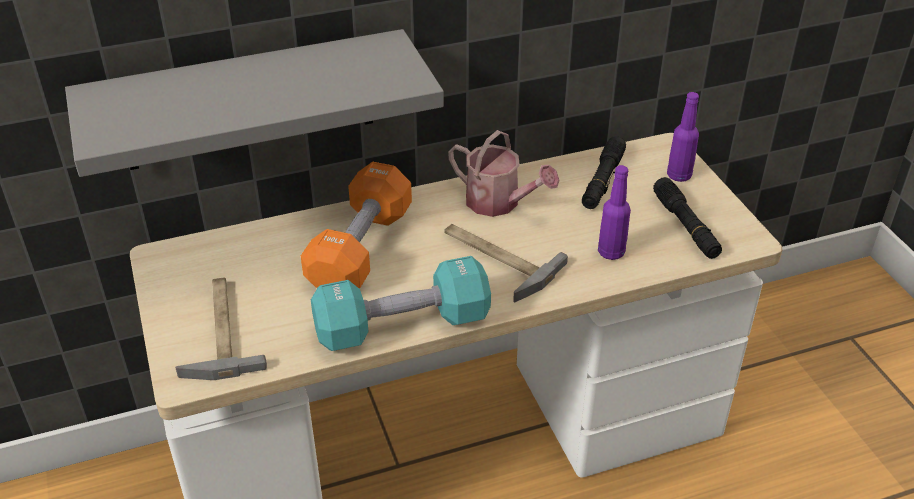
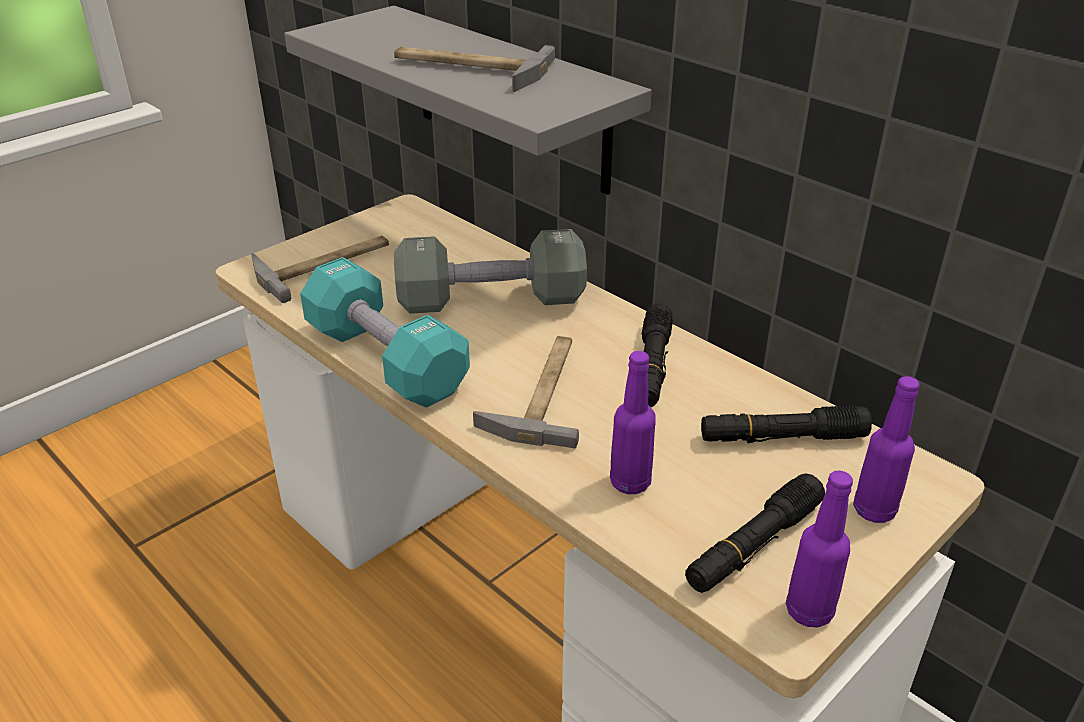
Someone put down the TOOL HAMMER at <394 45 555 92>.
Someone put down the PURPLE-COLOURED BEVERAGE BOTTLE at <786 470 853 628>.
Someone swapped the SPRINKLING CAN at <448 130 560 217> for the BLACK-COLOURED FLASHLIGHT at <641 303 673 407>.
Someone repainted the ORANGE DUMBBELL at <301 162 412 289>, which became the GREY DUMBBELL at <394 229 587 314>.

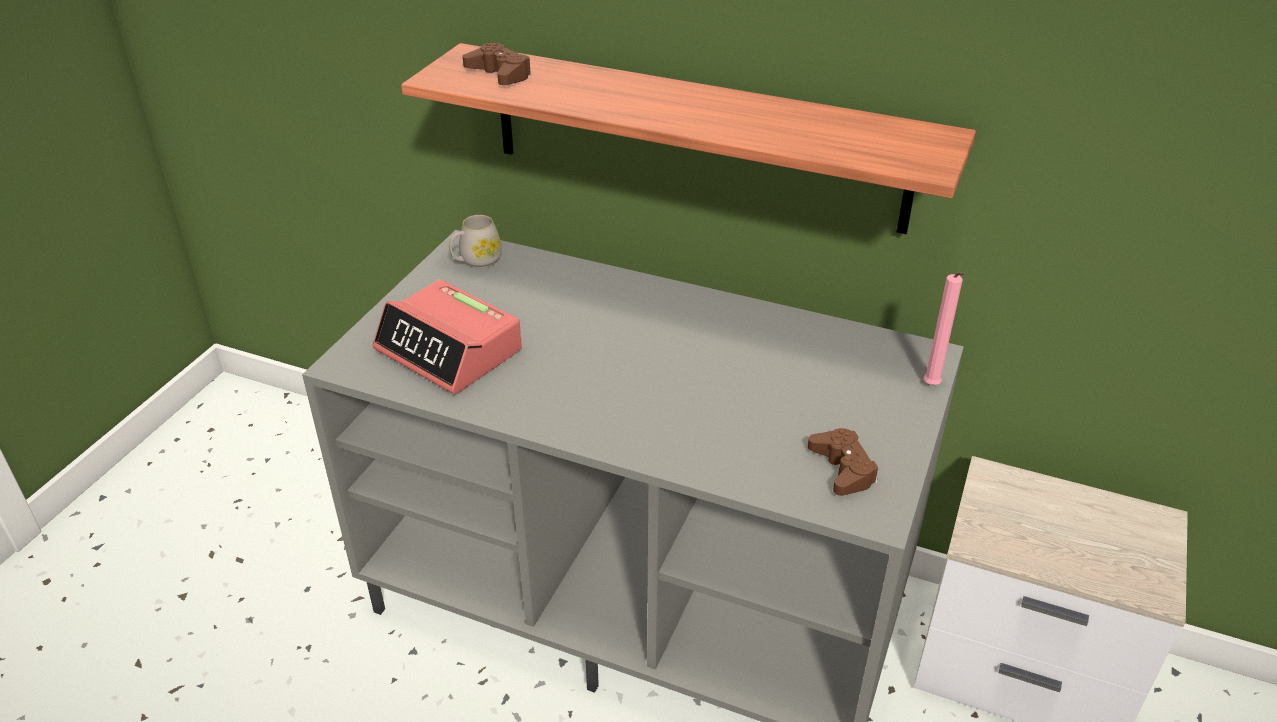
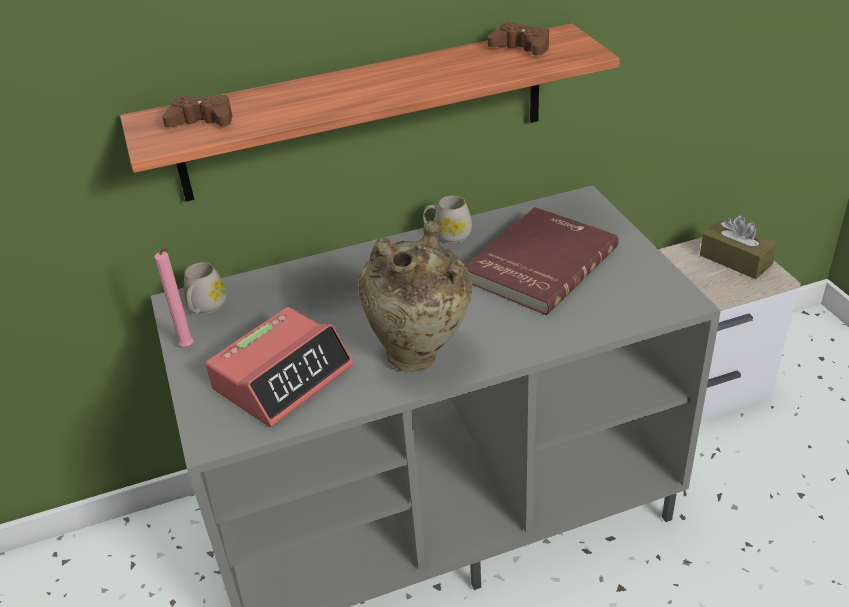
Someone put down the BEIGE VASE at <358 220 472 372>.
Someone put down the WHITISH MUG at <423 196 472 243>.
Someone put down the RED-COLOURED VOLUME at <465 207 619 315>.
Someone put down the BROWNISH TISSUE HOLDER at <700 215 778 279>.
Someone carried the BROWNISH GAMEPAD from <808 428 878 496> to <488 22 549 56>.
Someone carried the PINKISH WAX LIGHT from <924 272 965 385> to <154 248 194 347>.
Someone rotated the TABLE CLOCK at <373 279 522 394> by 45 degrees counterclockwise.

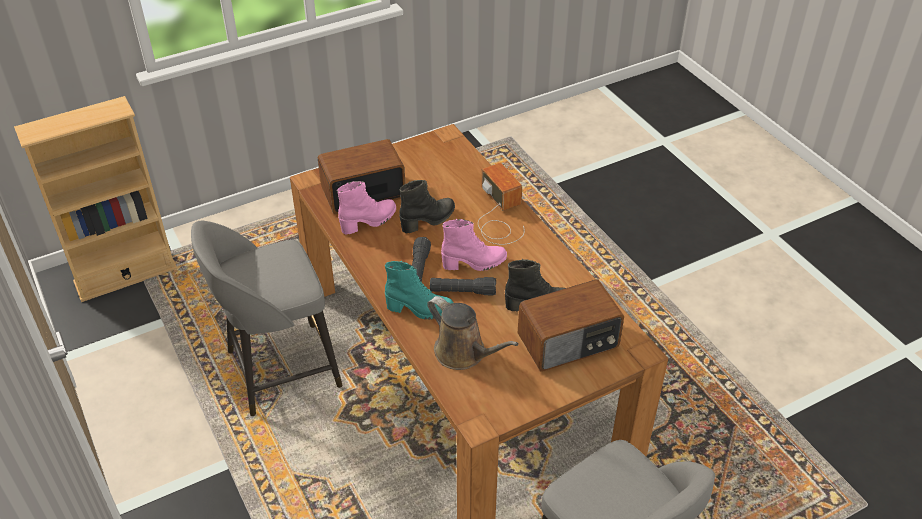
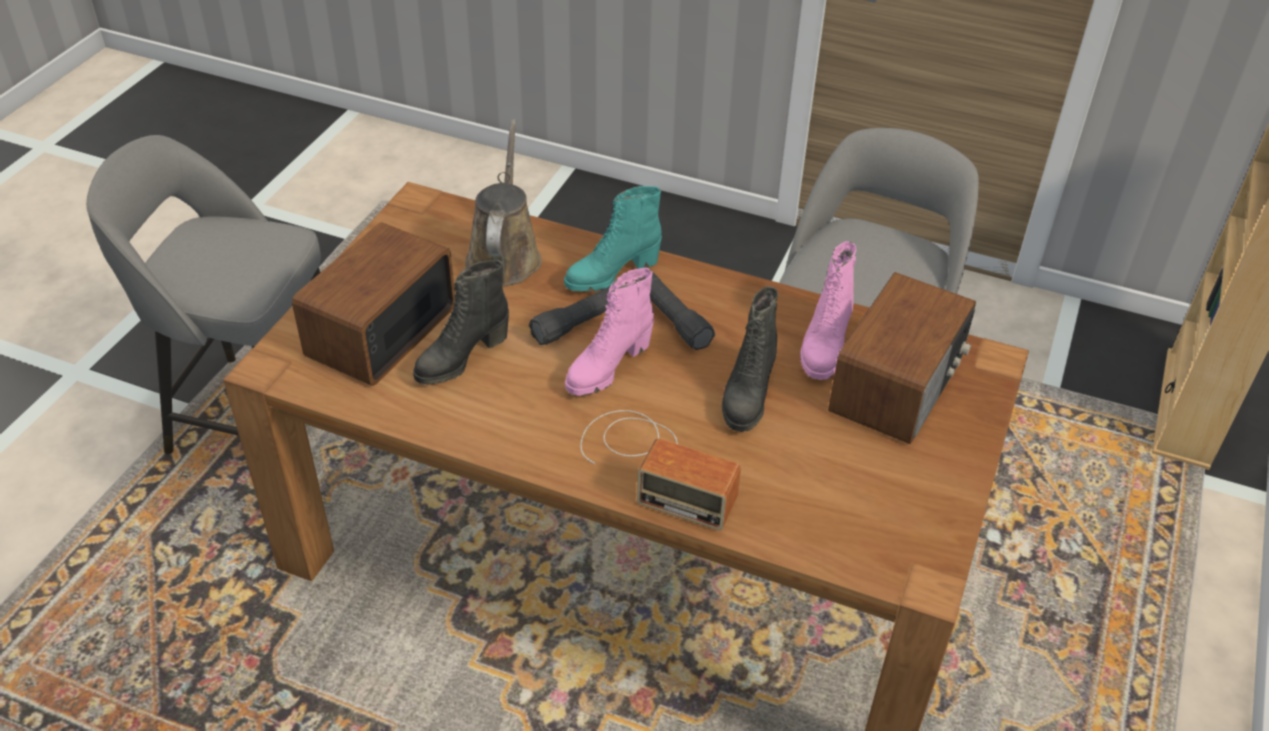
Someone rotated the BROWNISH SPRINKLING CAN at <427 296 519 370> by 90 degrees clockwise.

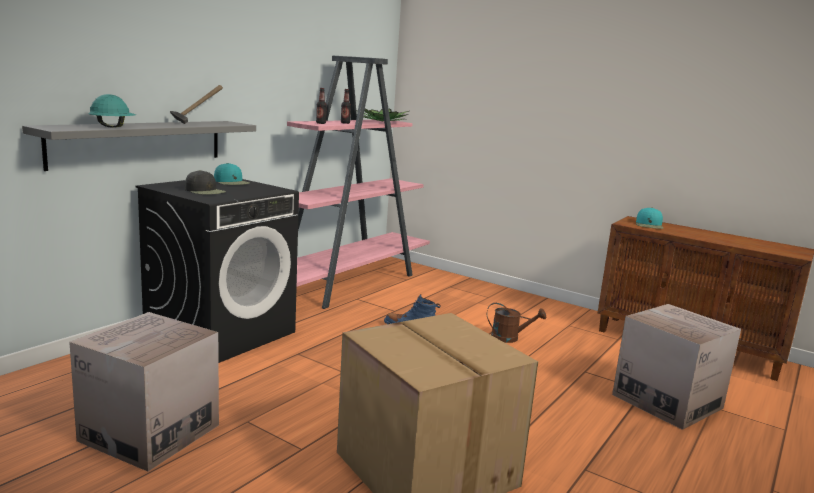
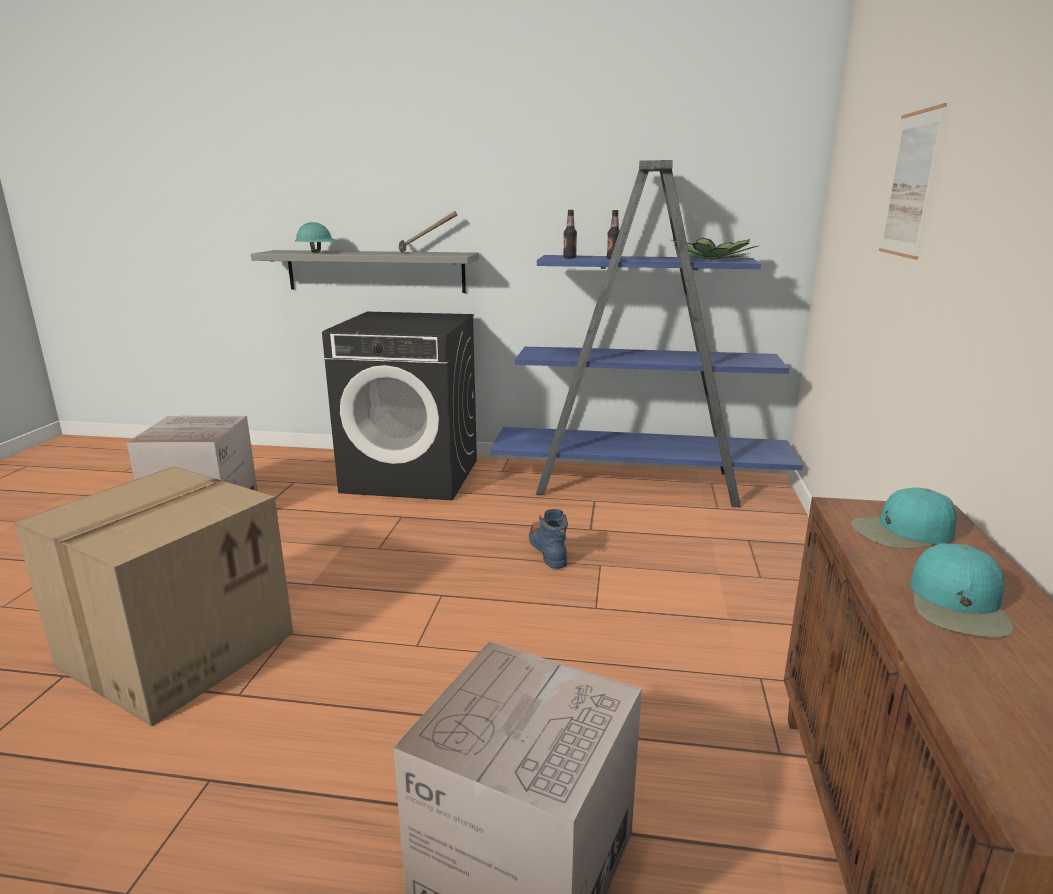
Someone took away the BLACK-COLOURED BASEBALL CAP at <185 170 226 195>.
Someone took away the BROWNISH SPRINKLING CAN at <487 303 546 343>.
Someone put up the WALL PICTURE at <879 103 947 260>.
Someone carried the TURQUOISE-COLOURED BASEBALL CAP from <214 163 250 185> to <910 543 1014 637>.
Someone repainted the PINKISH BOOKCASE at <287 56 430 309>, which became the BLUISH BOOKCASE at <490 160 803 507>.

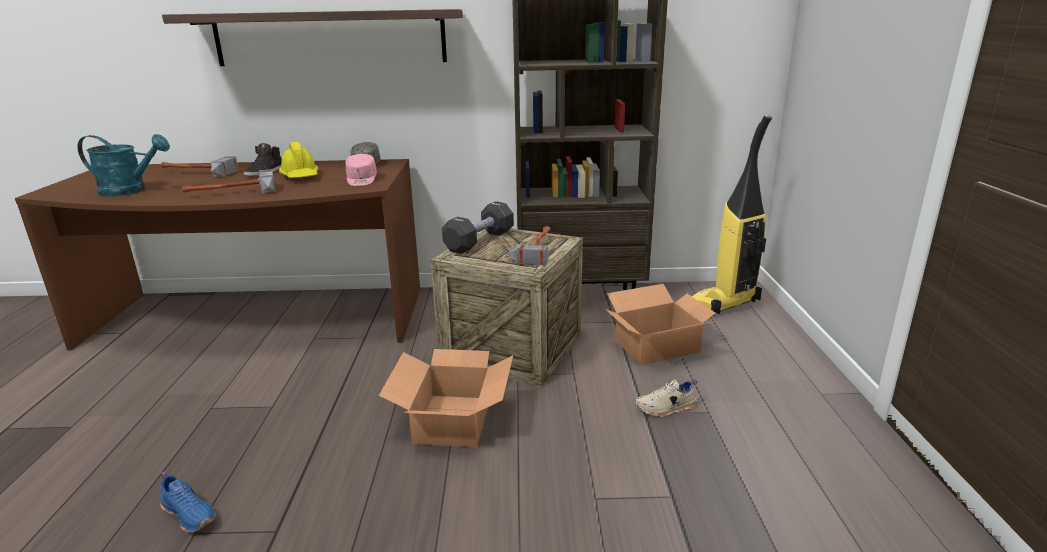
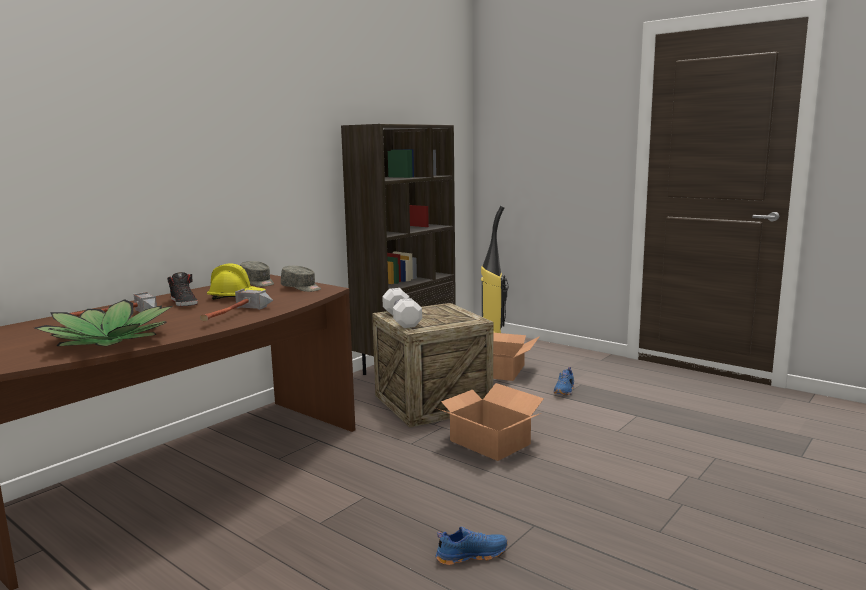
Someone took away the SHELF at <162 9 463 66>.
Someone took away the TOOL HAMMER at <507 226 551 267>.
Someone swapped the TURQUOISE-COLOURED SPRINKLING CAN at <78 134 170 197> for the PLANT IN A POT at <35 299 173 346>.
Someone repainted the PINKISH BASEBALL CAP at <346 154 377 186>, which became the GREY BASEBALL CAP at <281 266 321 292>.
Someone repainted the BLACK-COLOURED DUMBBELL at <442 201 514 254>, which became the WHITISH DUMBBELL at <382 288 422 328>.
Someone repainted the BEIGE LOW SHOE at <635 379 697 418>, which became the BLUISH LOW SHOE at <553 367 574 395>.

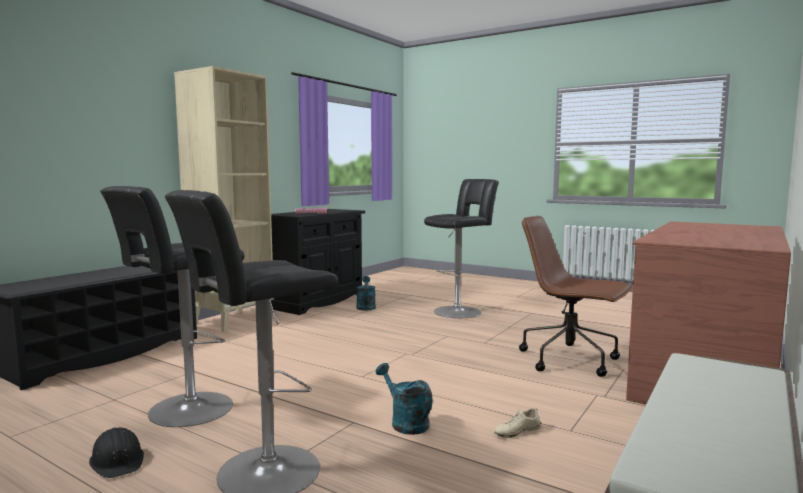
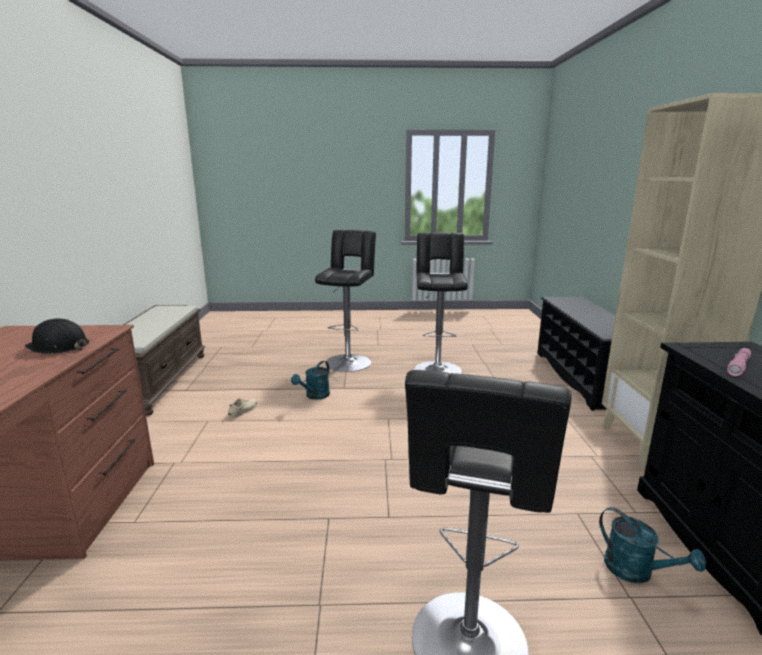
Someone took away the BROWNISH COMPUTER CHAIR at <519 216 633 377>.
Someone carried the BLACK-COLOURED WORK HELMET from <89 427 144 478> to <25 318 89 354>.
Someone rotated the TURQUOISE-COLOURED SPRINKLING CAN at <376 363 433 435> by 105 degrees clockwise.

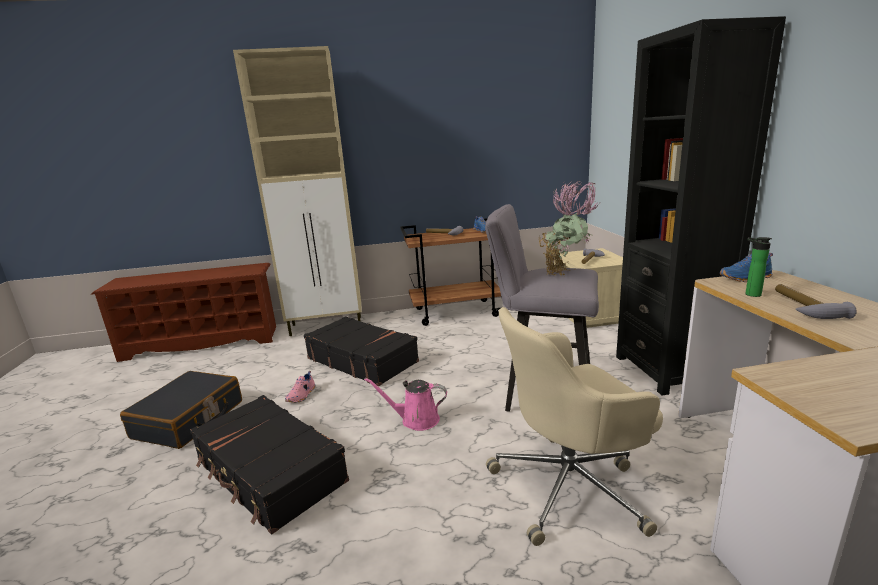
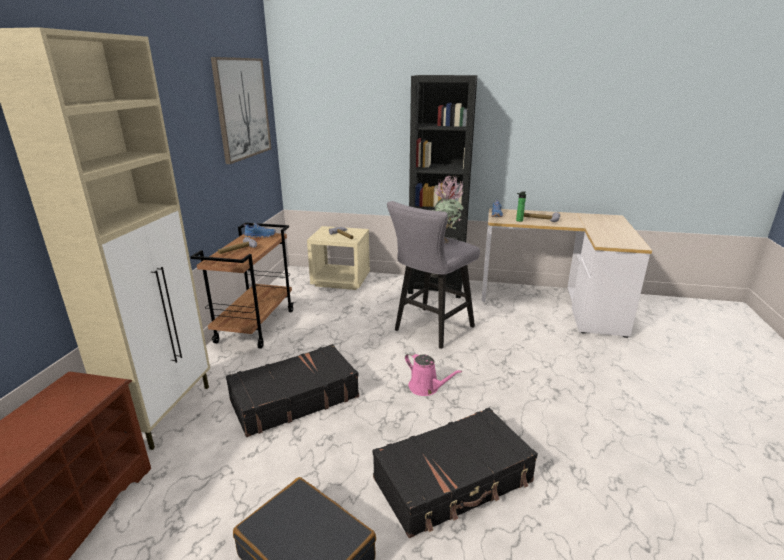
Someone took away the PINKISH LOW SHOE at <285 371 315 403>.
Someone took away the BEIGE COMPUTER CHAIR at <486 307 663 546>.
Someone put up the WALL PICTURE at <211 57 271 164>.
Someone rotated the PINKISH SPRINKLING CAN at <364 378 447 431> by 75 degrees counterclockwise.

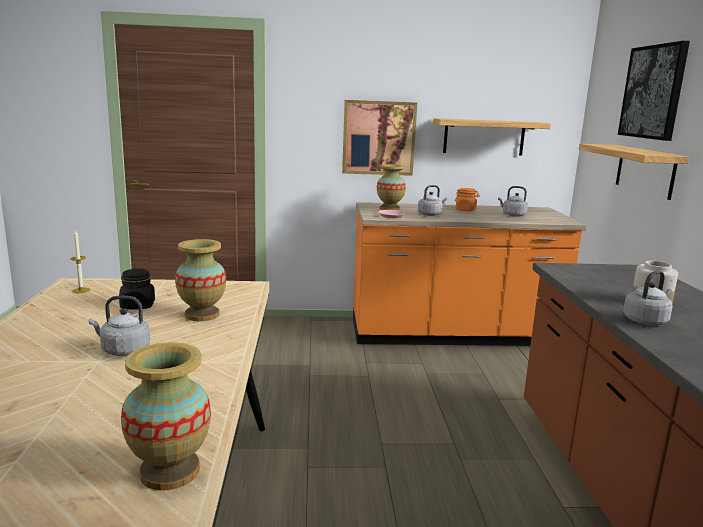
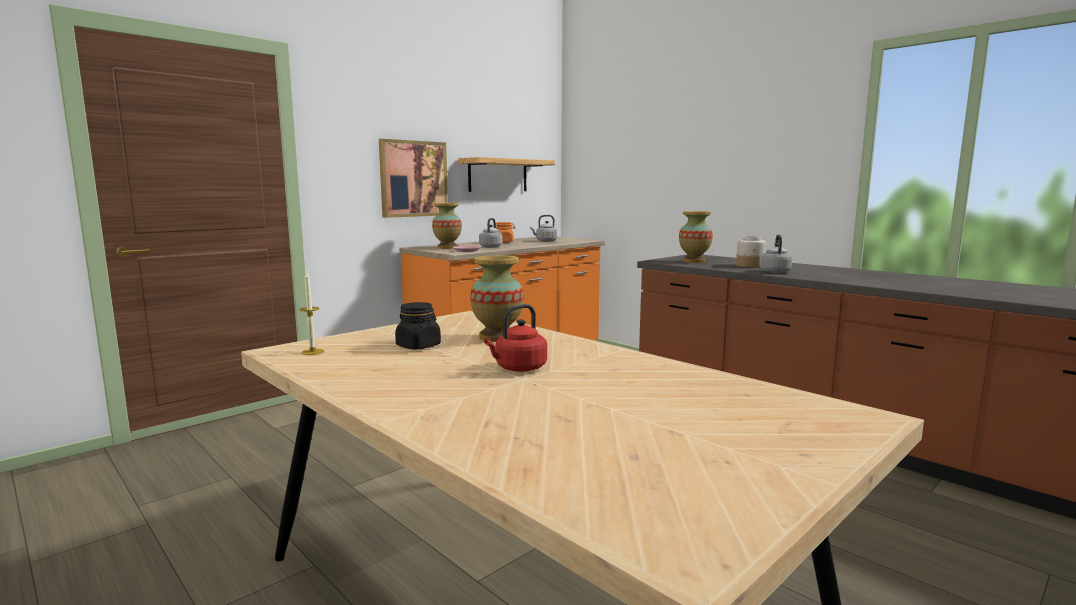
Someone took away the SHELF at <579 144 690 200>.
Someone took away the WALL PICTURE at <618 41 690 141>.
Someone carried the VASE from <121 342 211 491> to <679 211 713 263>.
Someone repainted the GREY WATER KETTLE at <89 296 150 356>, which became the RED-COLOURED WATER KETTLE at <484 304 547 372>.

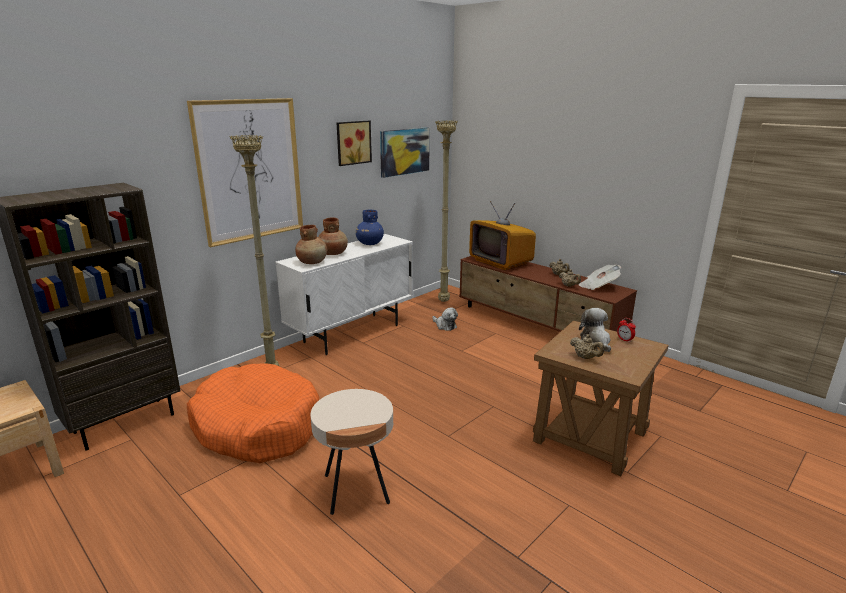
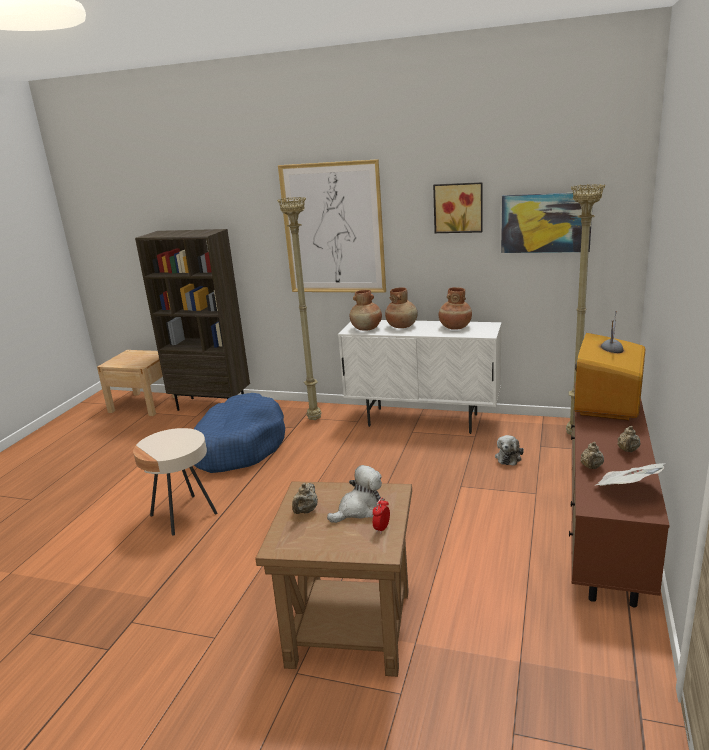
Someone repainted the ORANGE DOG BED at <187 363 319 463>, which became the BLUISH DOG BED at <194 393 285 473>.
Someone repainted the BLUISH VASE at <356 210 384 245>, which became the BROWNISH VASE at <439 287 472 330>.

